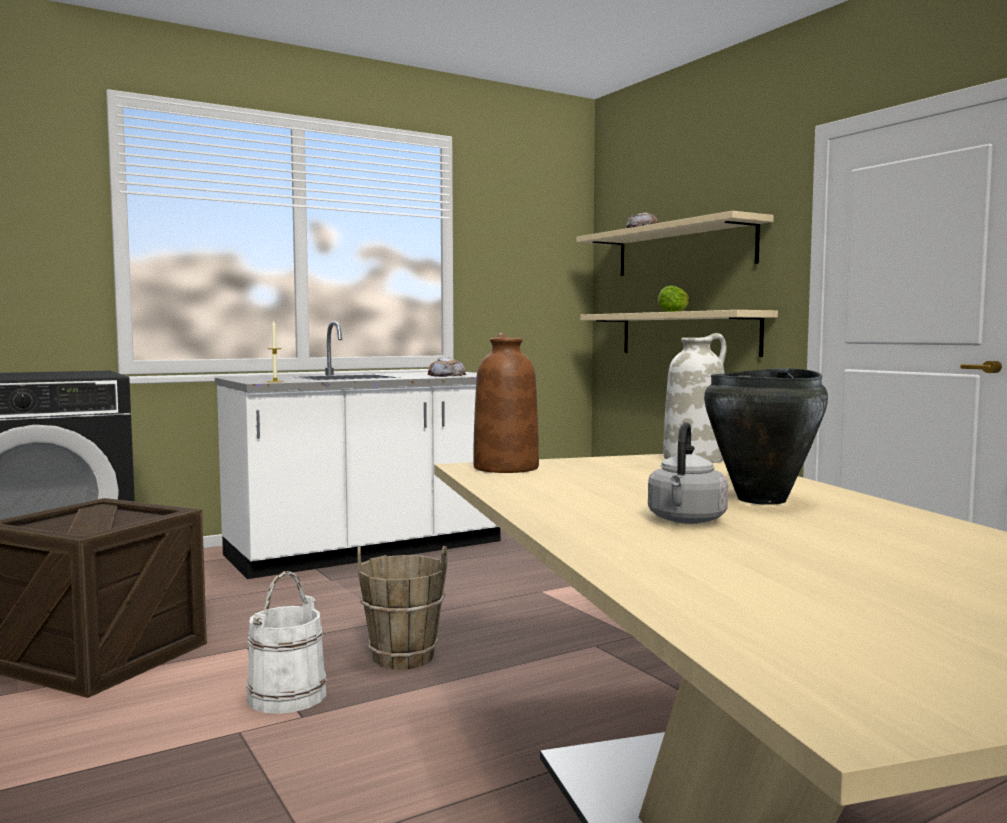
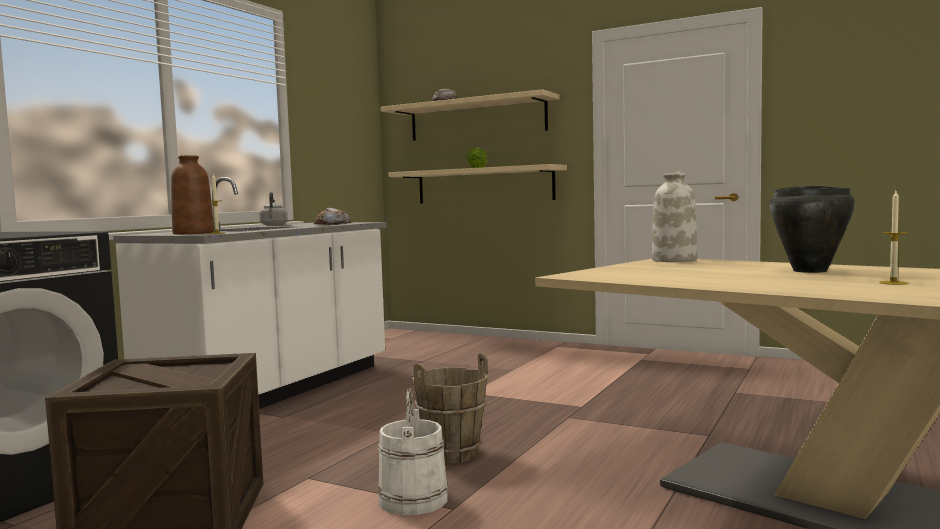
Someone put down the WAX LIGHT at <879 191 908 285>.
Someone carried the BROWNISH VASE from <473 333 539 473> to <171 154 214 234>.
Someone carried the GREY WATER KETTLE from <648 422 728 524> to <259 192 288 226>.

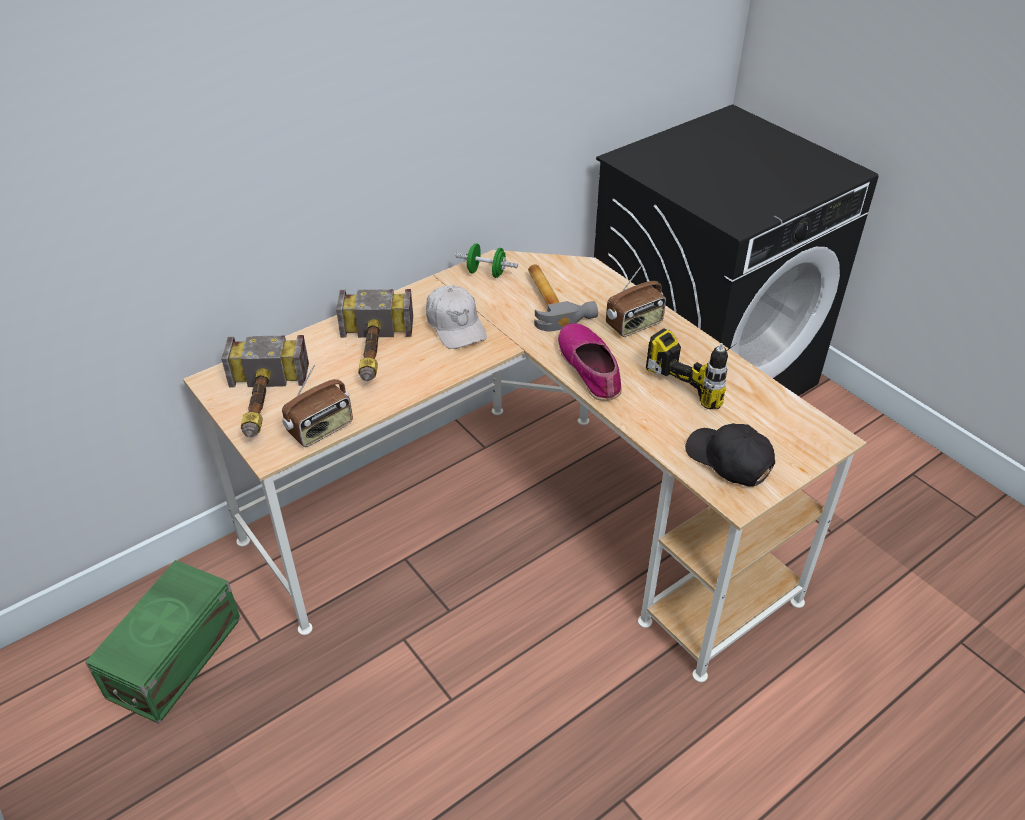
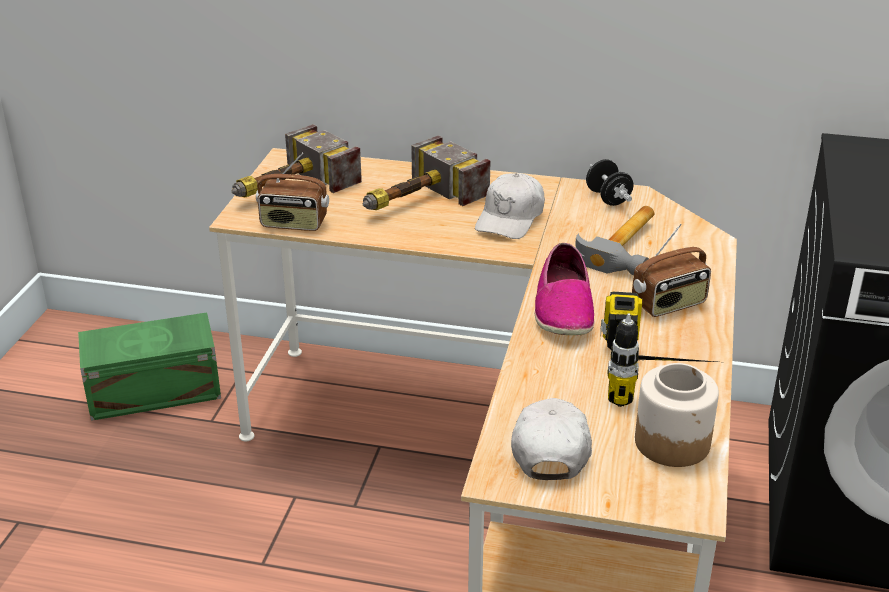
Someone put down the STORAGE JAR at <635 363 719 467>.
Someone repainted the GREENISH DUMBBELL at <455 243 518 278>, which became the BLACK-COLOURED DUMBBELL at <586 159 633 206>.
Someone repainted the BLACK-COLOURED BASEBALL CAP at <685 423 775 487>, which became the WHITISH BASEBALL CAP at <511 398 592 480>.
Someone rotated the LOW SHOE at <558 323 622 401> by 150 degrees clockwise.
Someone rotated the RADIO SET at <606 264 666 337> by 45 degrees counterclockwise.

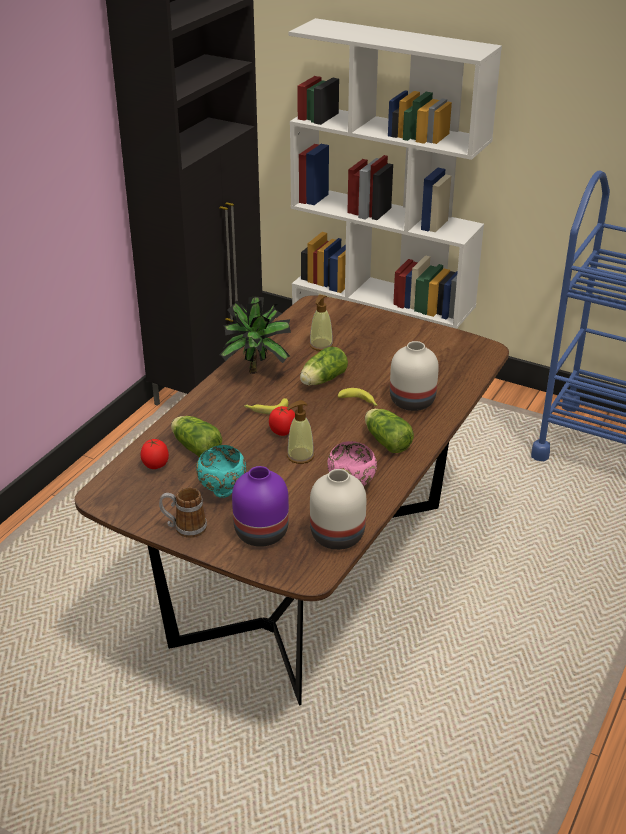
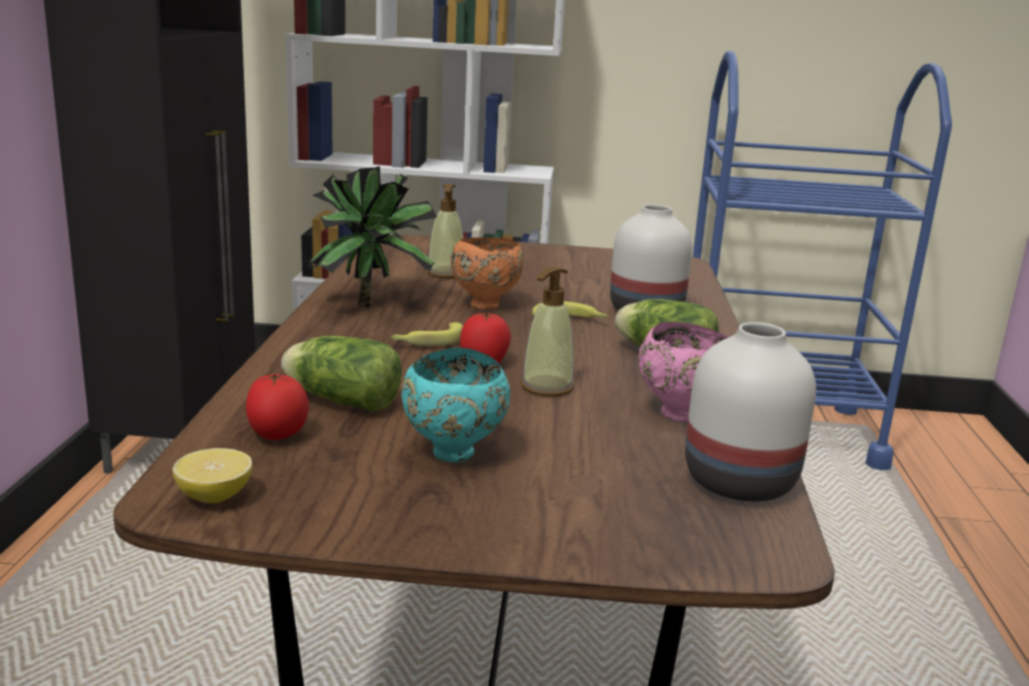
Someone took away the MUG at <159 487 207 538>.
Someone took away the PURPLE-COLOURED VASE at <232 466 289 547>.
Someone put down the LEMON at <172 448 252 503>.
Someone swapped the LETTUCE HEAD at <300 347 348 386> for the ORANGE BOWL at <451 237 524 310>.

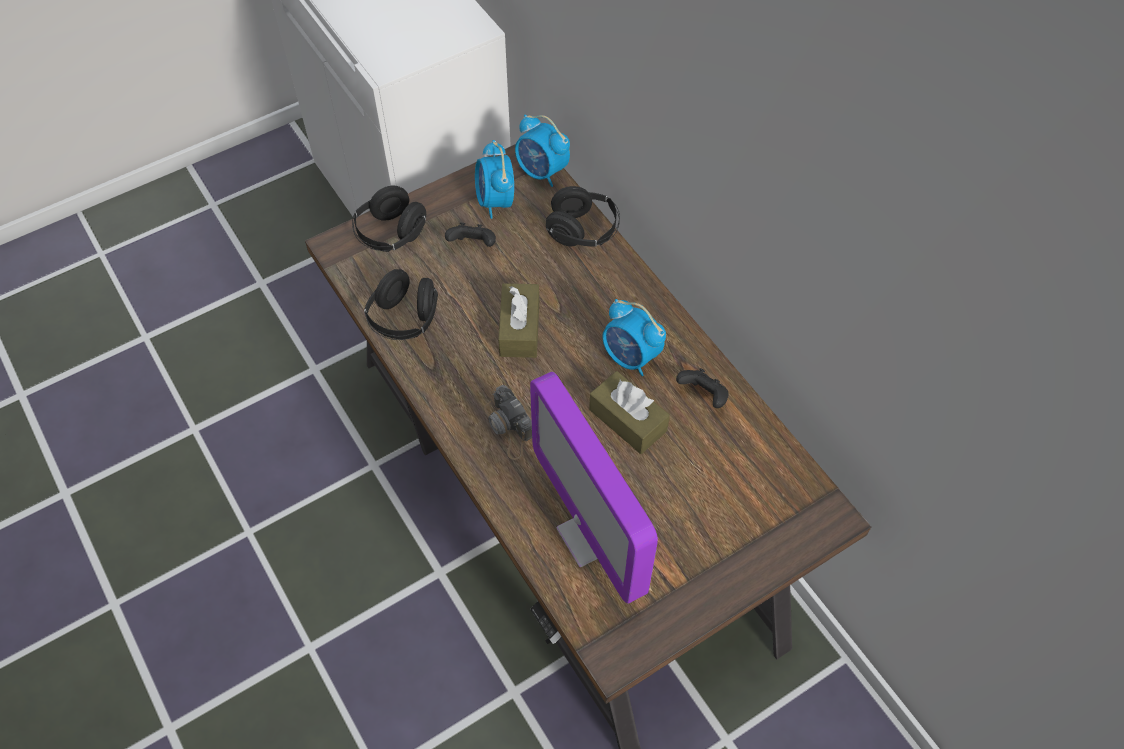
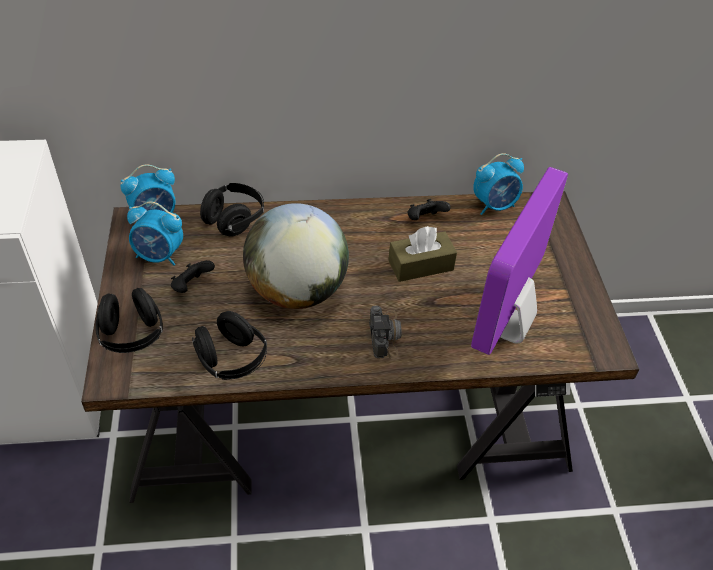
Someone carried the TABLE CLOCK from <602 299 666 376> to <473 153 524 215>.
Someone swapped the BROWNISH TISSUE HOLDER at <498 283 539 358> for the DESK GLOBE at <243 203 349 309>.
Someone rotated the STILL CAMERA at <484 385 532 460> by 90 degrees counterclockwise.
Someone rotated the MONITOR at <530 372 658 604> by 120 degrees clockwise.

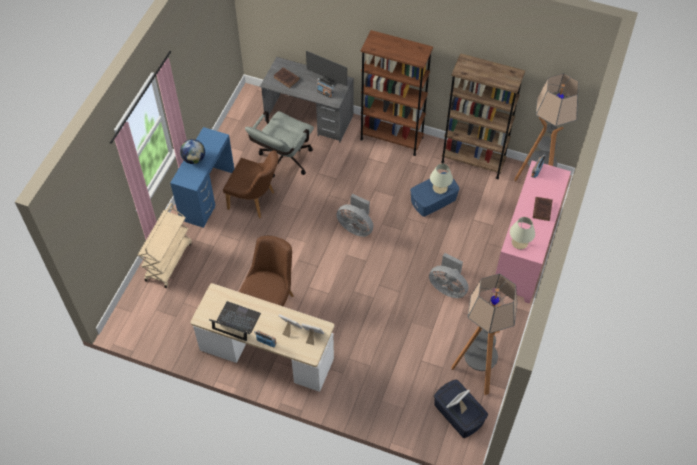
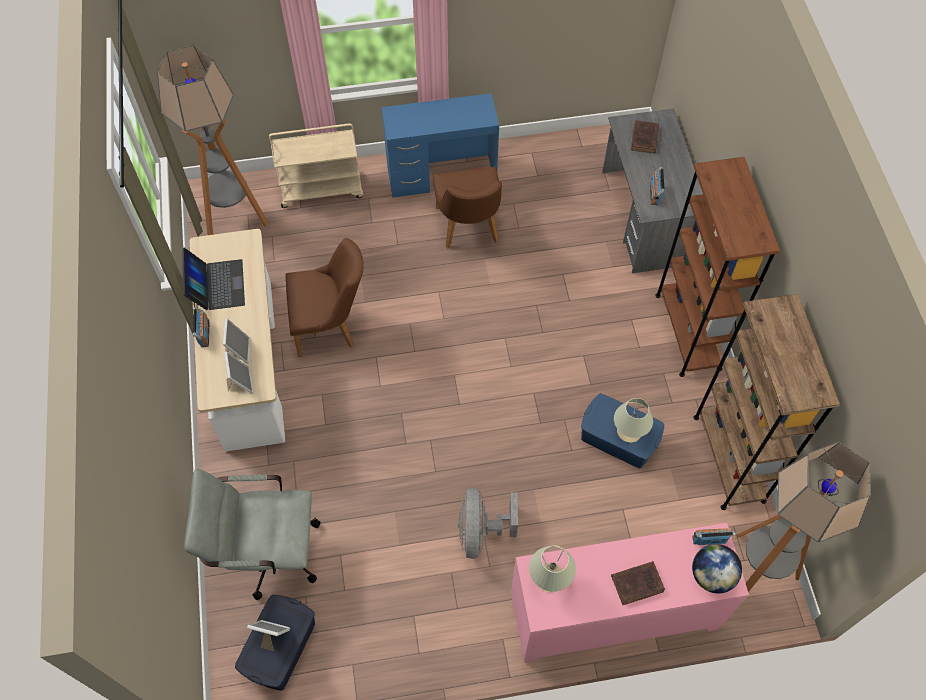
Someone took away the MONITOR at <306 51 347 88>.
Someone took away the GREY FAN at <337 194 373 237>.
Someone carried the DESK GLOBE from <180 139 205 164> to <692 544 742 593>.
Someone carried the GREY COMPUTER CHAIR from <245 111 314 178> to <184 469 320 600>.
Someone carried the STANDING LAMP from <451 274 517 395> to <157 45 268 235>.

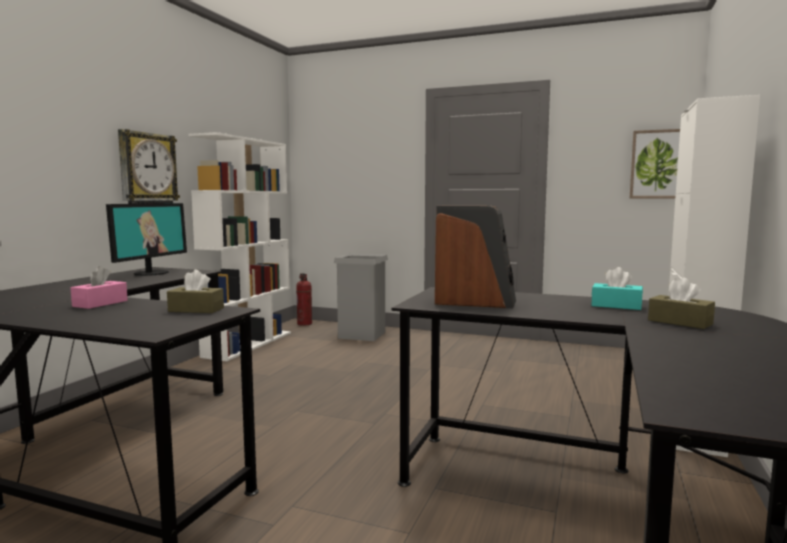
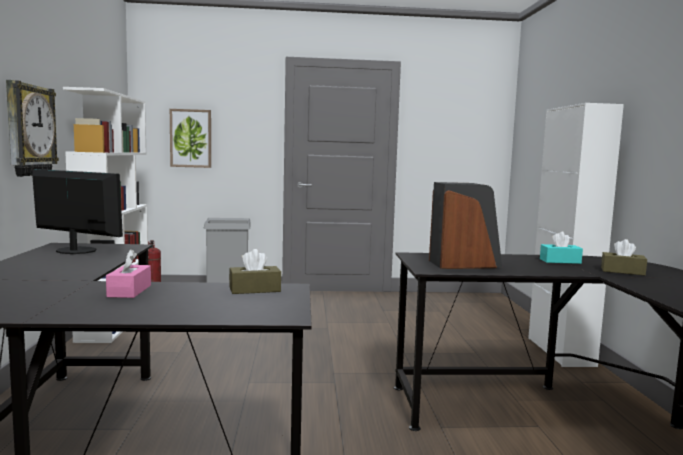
Someone carried the WALL PICTURE from <630 129 680 198> to <170 109 211 168>.
Someone rotated the MONITOR at <106 203 187 276> by 60 degrees counterclockwise.

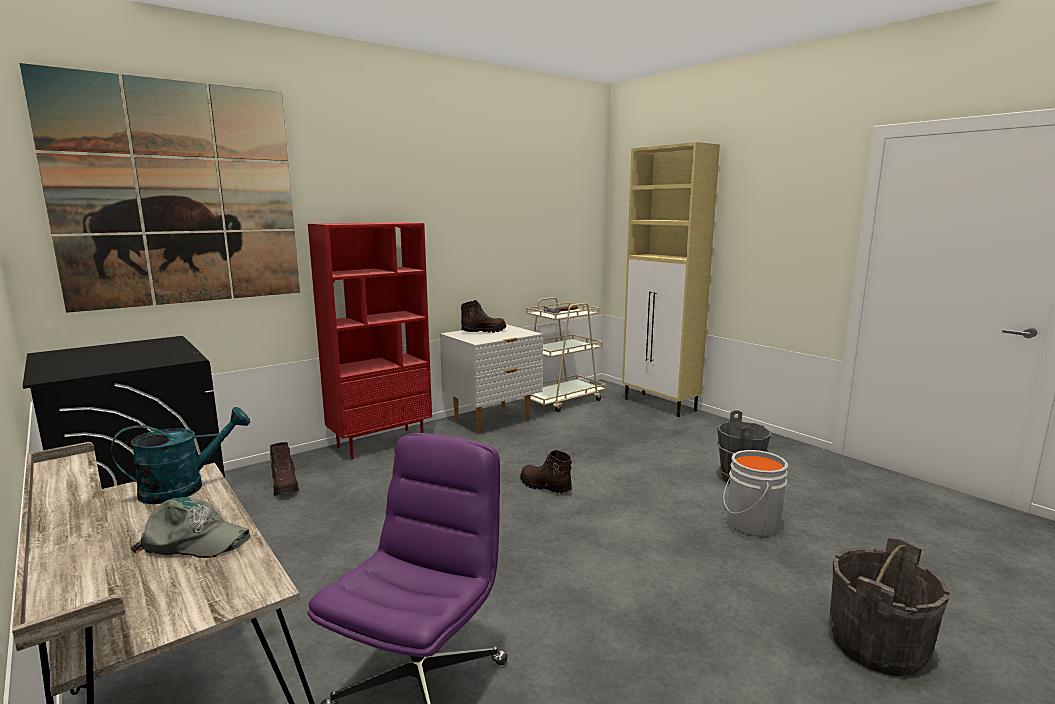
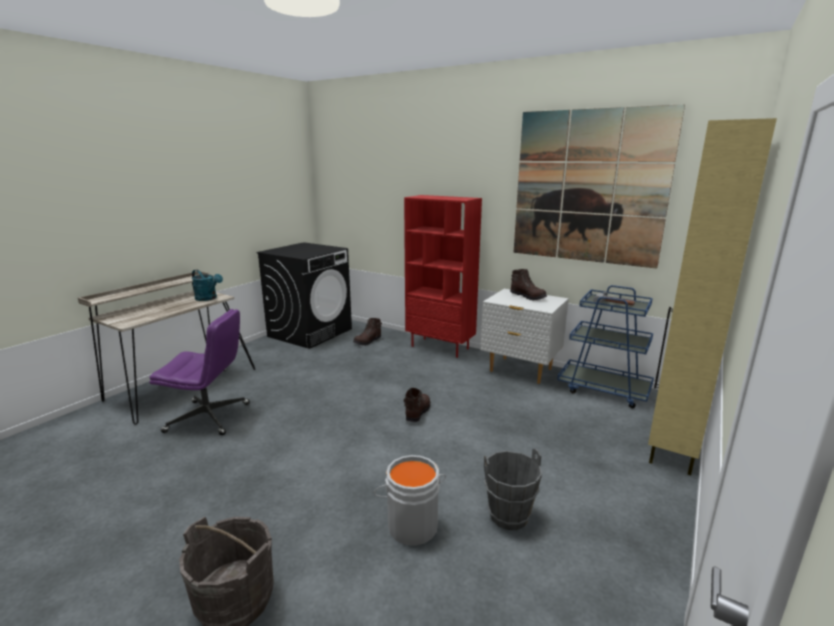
Someone took away the GREY BASEBALL CAP at <130 497 251 558>.
Someone carried the WALL PICTURE from <20 63 300 313> to <513 104 685 269>.
Someone repainted the BEIGE TROLLEY at <523 297 606 412>, which became the BLUISH TROLLEY at <557 285 654 408>.

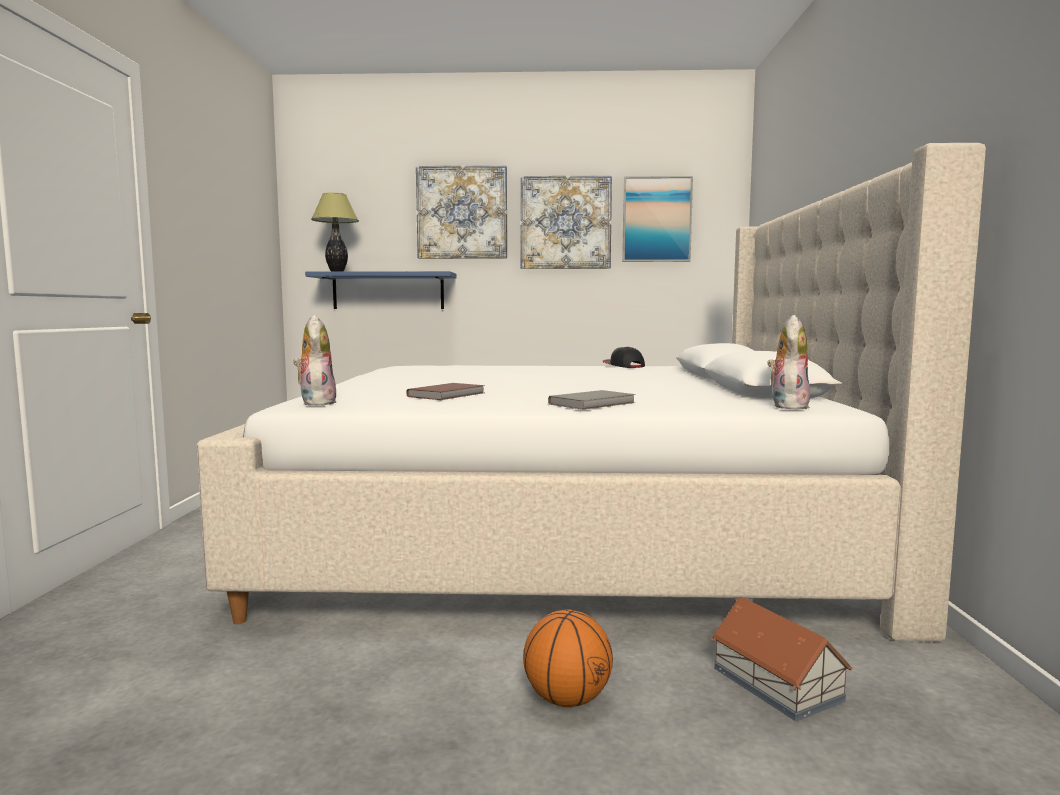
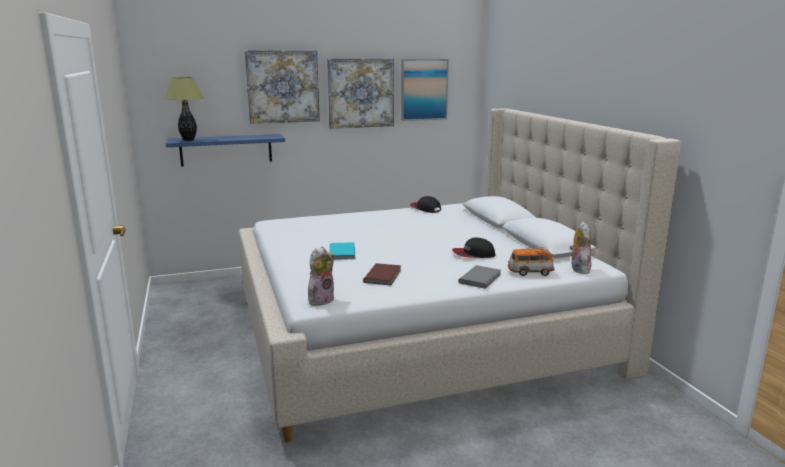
Someone took away the BASKETBALL BALL at <523 609 613 707>.
Someone took away the MINIATURE HOUSE at <712 597 853 721>.
Someone put down the TURQUOISE-COLOURED VOLUME at <330 242 356 260>.
Someone put down the BASEBALL CAP at <452 238 496 258>.
Someone put down the MINIATURE CAR at <508 247 555 276>.
Someone rotated the CUDDLY TOY at <294 315 337 406> by 75 degrees clockwise.

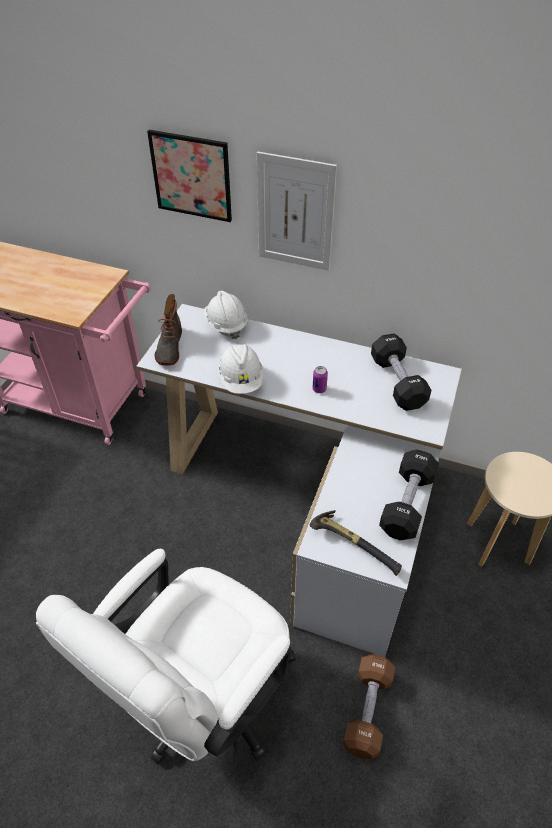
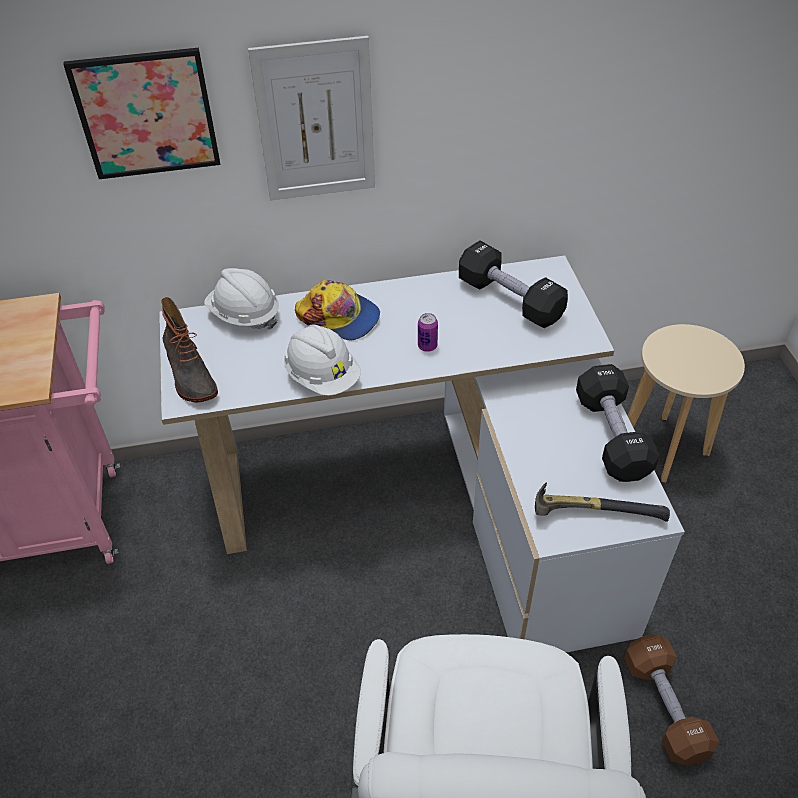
Someone put down the BASEBALL CAP at <295 280 380 341>.

